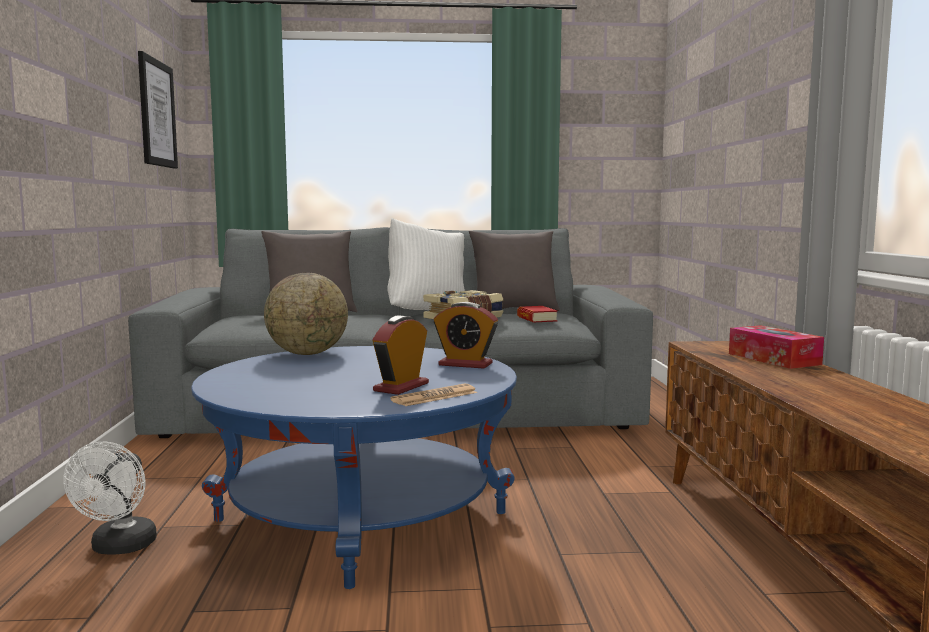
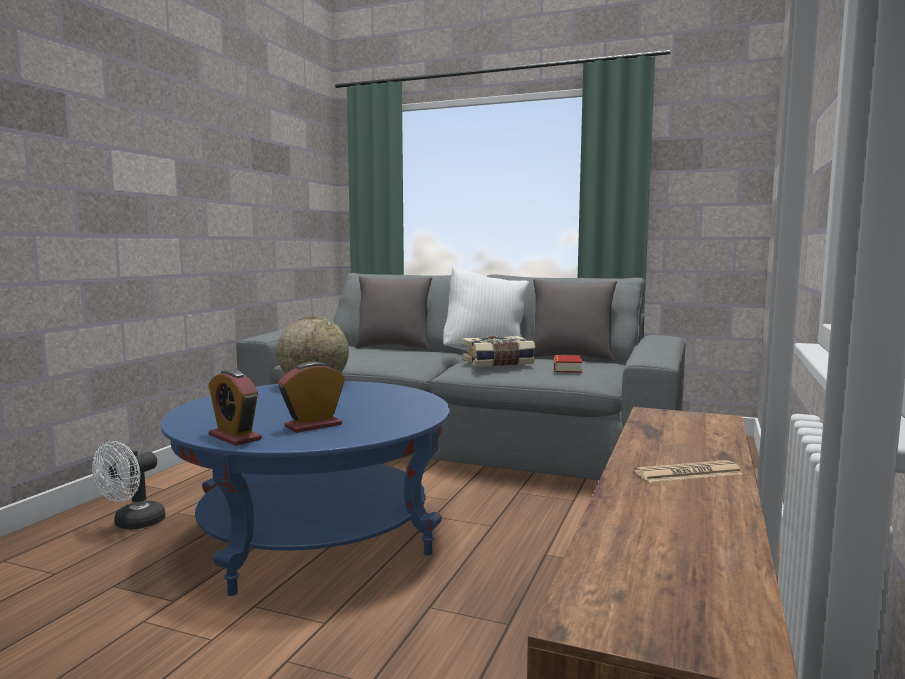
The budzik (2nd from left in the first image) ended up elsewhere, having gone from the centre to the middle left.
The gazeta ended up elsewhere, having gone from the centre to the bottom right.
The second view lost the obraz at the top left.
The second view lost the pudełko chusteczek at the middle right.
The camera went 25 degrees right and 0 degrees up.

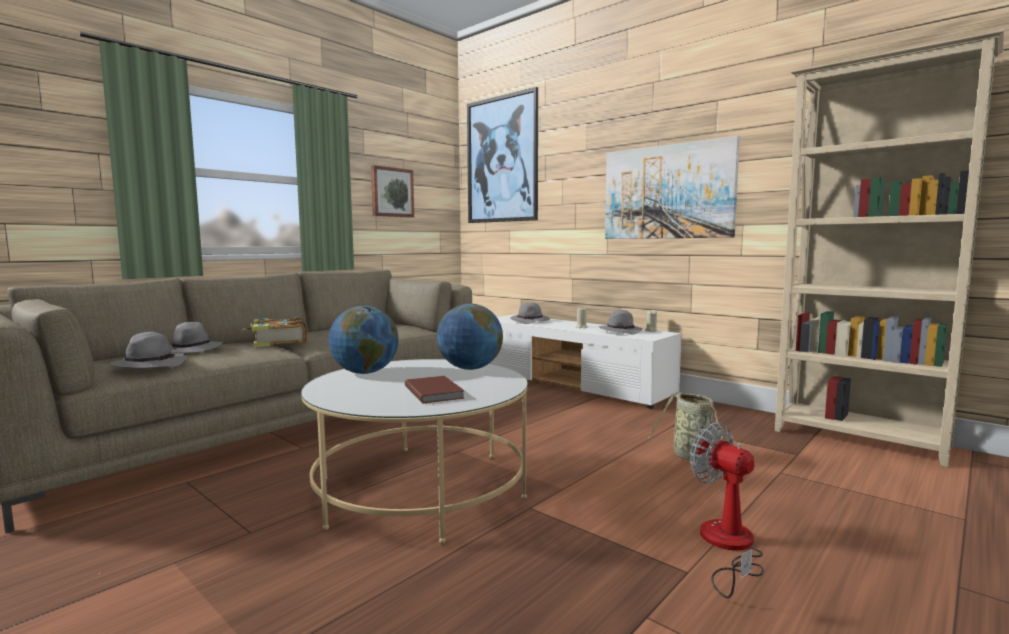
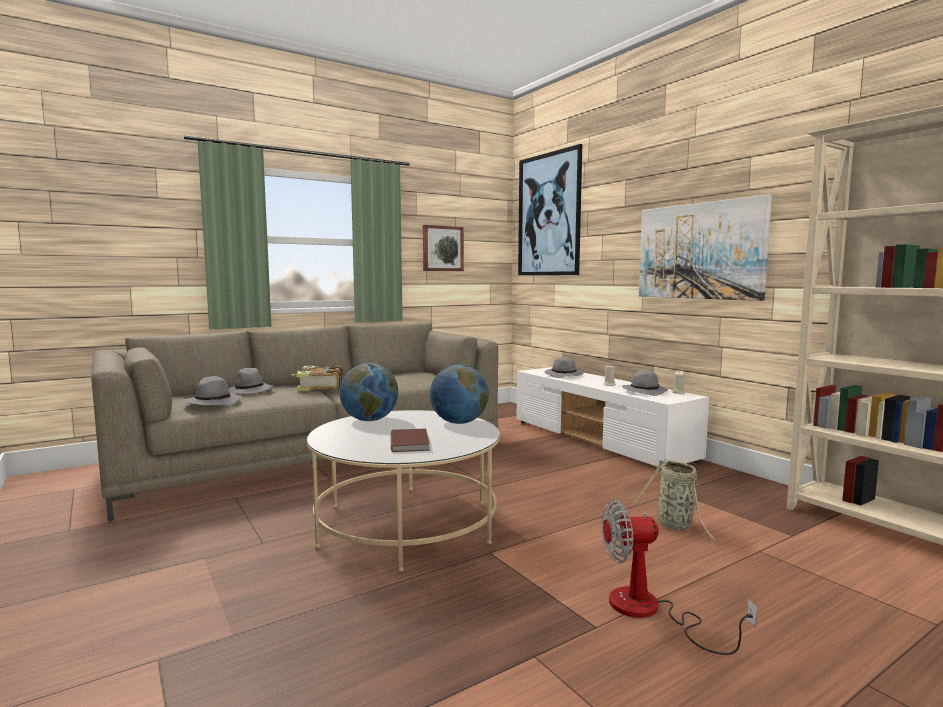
The wentylator at the bottom right ended up facing another way, 75 degrees counterclockwise from before.
The camera went 15 degrees right and 0 degrees up.

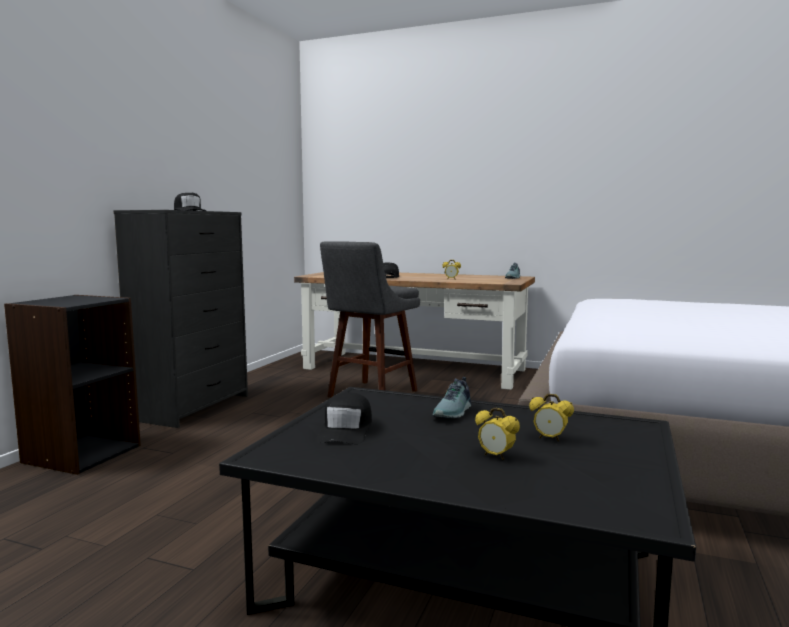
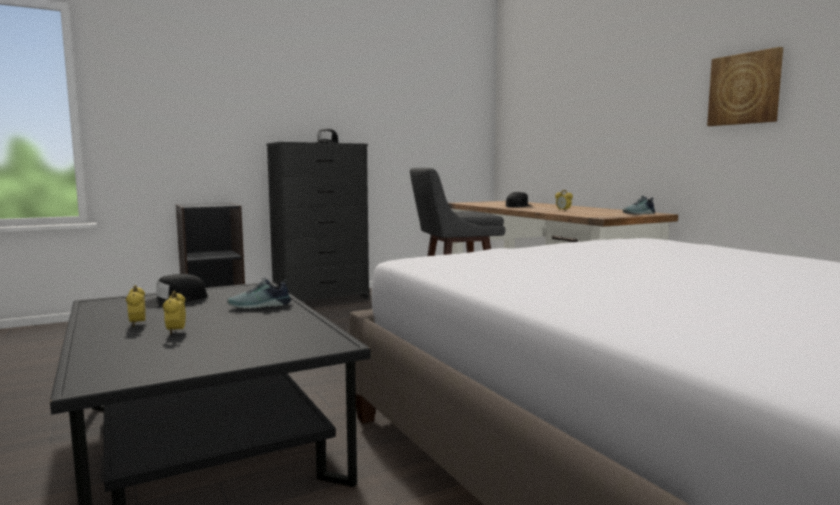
The budzik (3rd from left in the first image) ended up elsewhere, having gone from the middle right to the middle left.
The second view gained the obraz at the top right.
The camera went 40 degrees right and 0 degrees up.

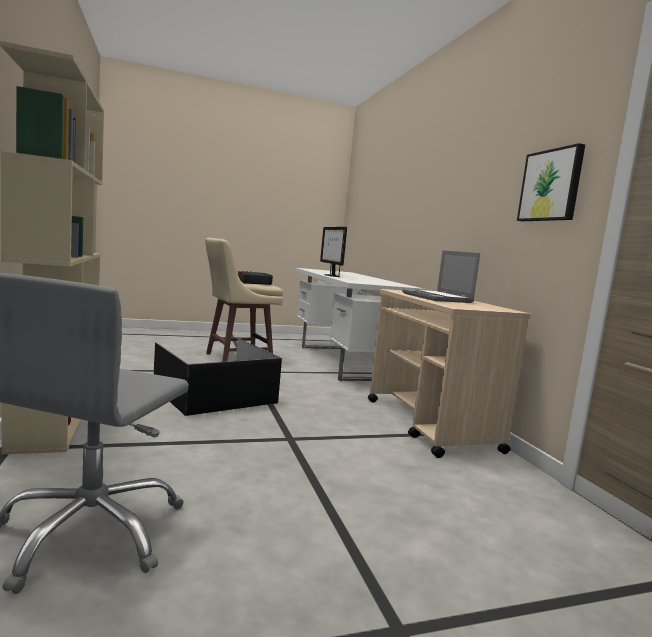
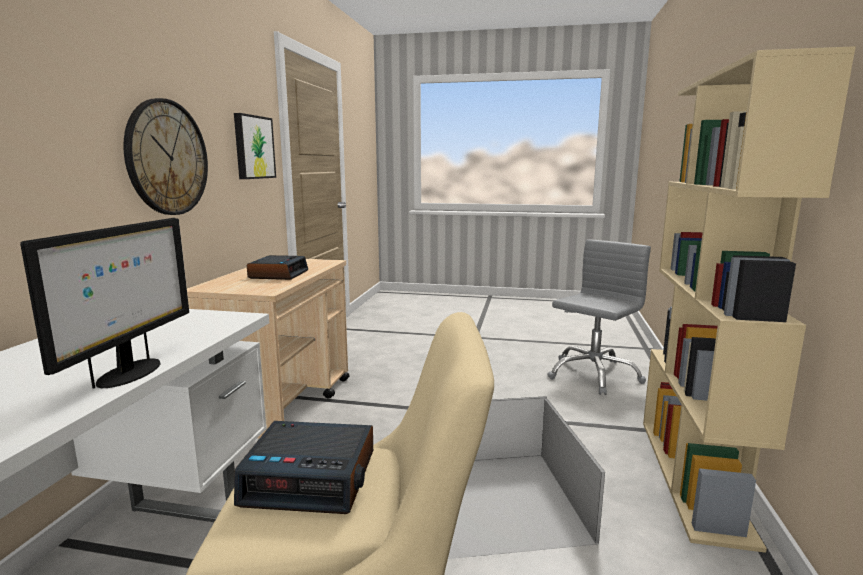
The second view gained the zegar ścienny at the top left.
Where the laptop stood at the middle right, the budzik (1st from left) came to stand at the middle left.
The camera went 150 degrees left and 5 degrees up.

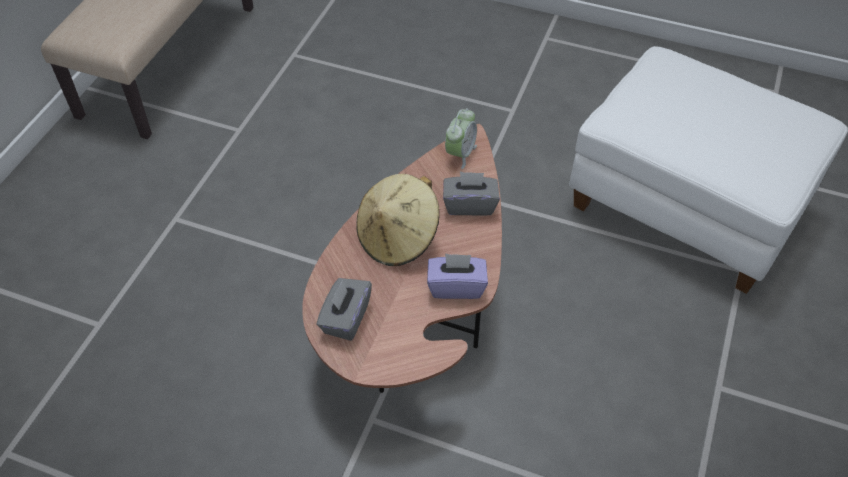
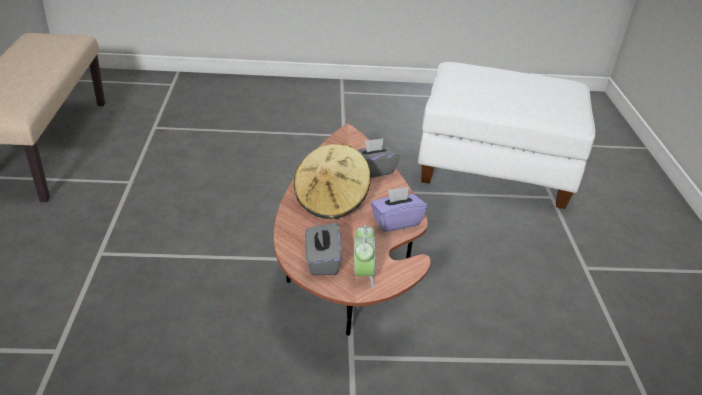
The budzik ended up elsewhere, having gone from the top centre to the centre.
The camera went 25 degrees left and 15 degrees down.

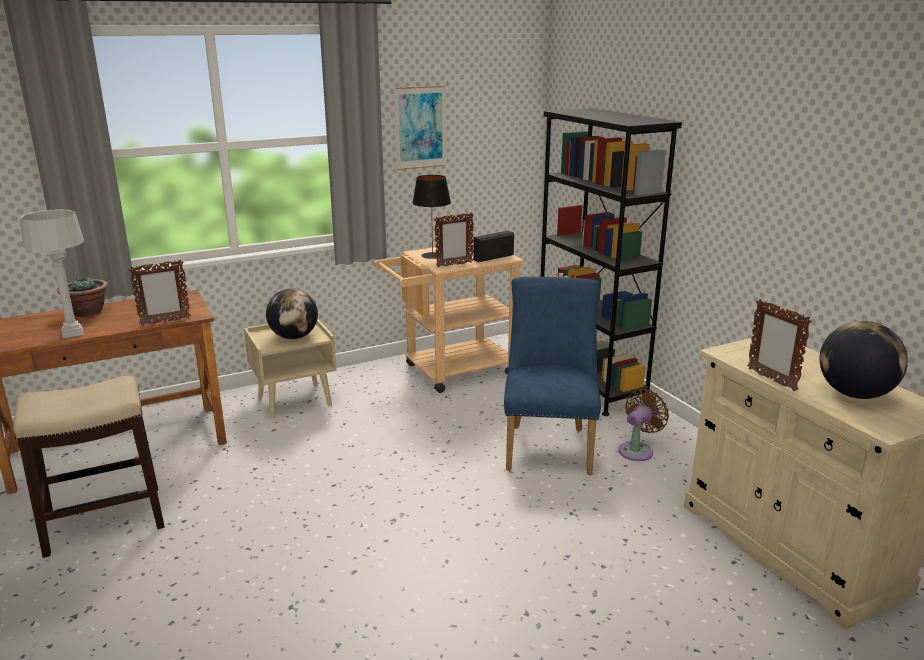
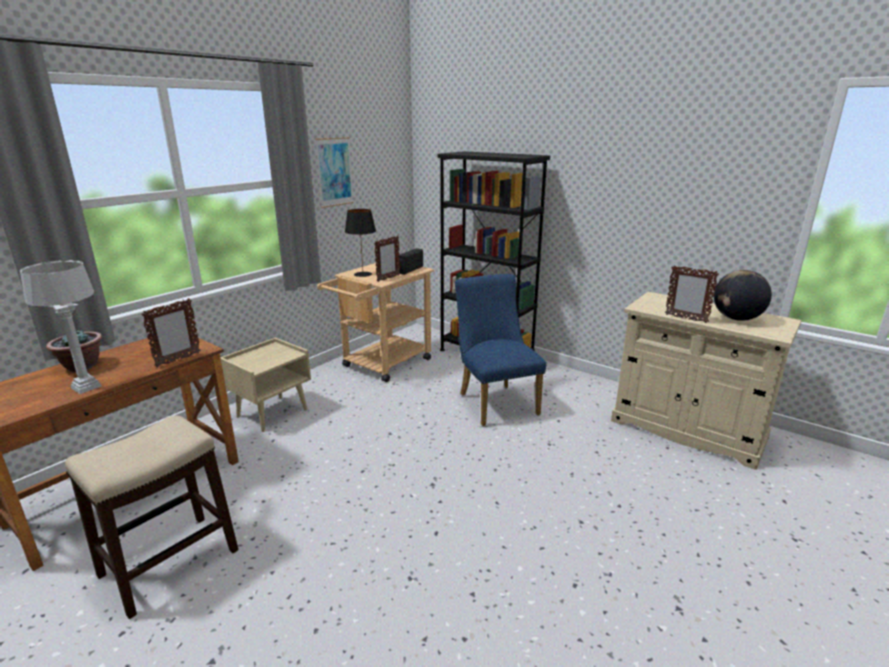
The second view lost the globus (1st from left) at the middle left.
The second view lost the wentylator [brązowy] at the middle right.
The camera went 25 degrees left and 0 degrees up.

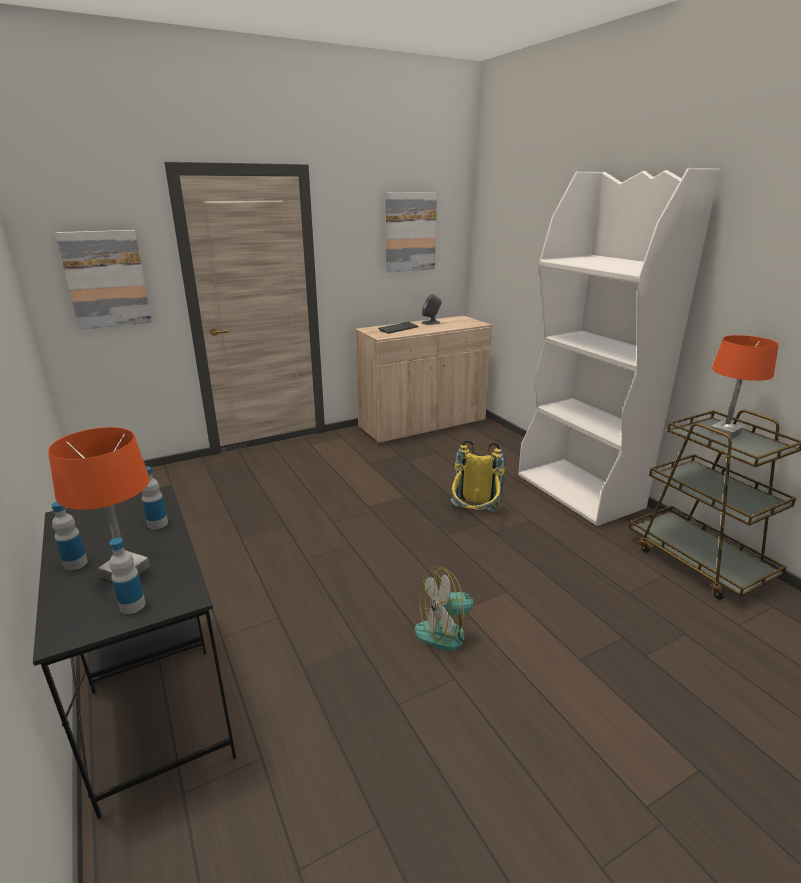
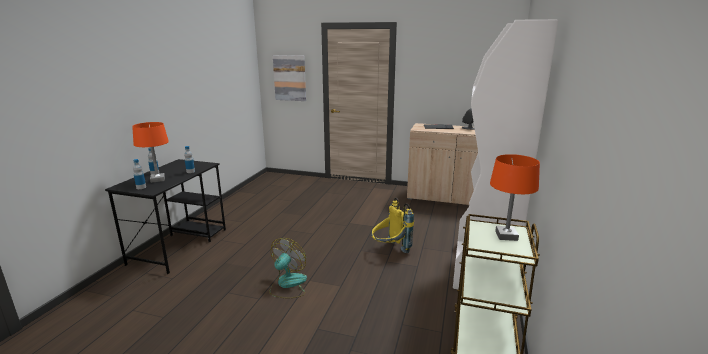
The wentylator at the bottom centre ended up facing another way, 90 degrees clockwise from before.
The second view lost the obraz (2nd from left) at the top centre.
The camera went 45 degrees right and 5 degrees down.

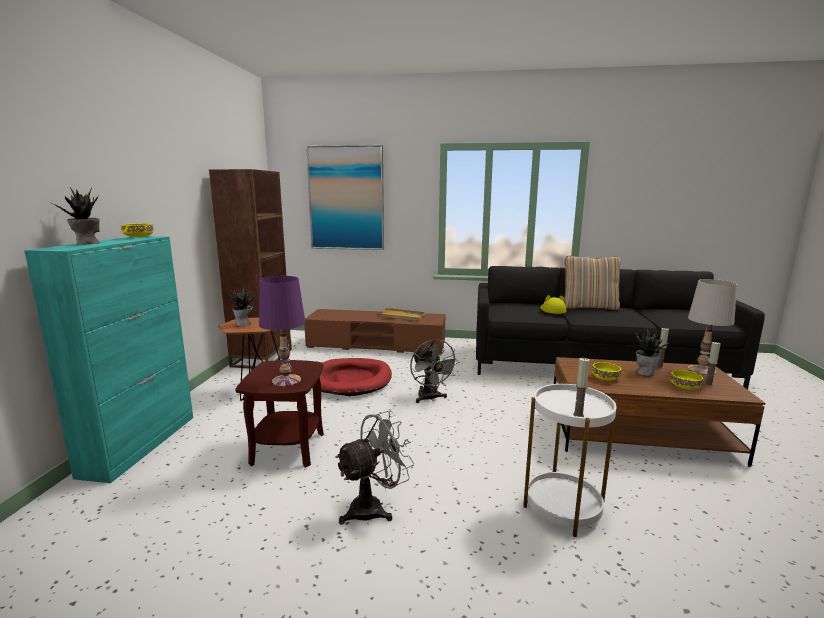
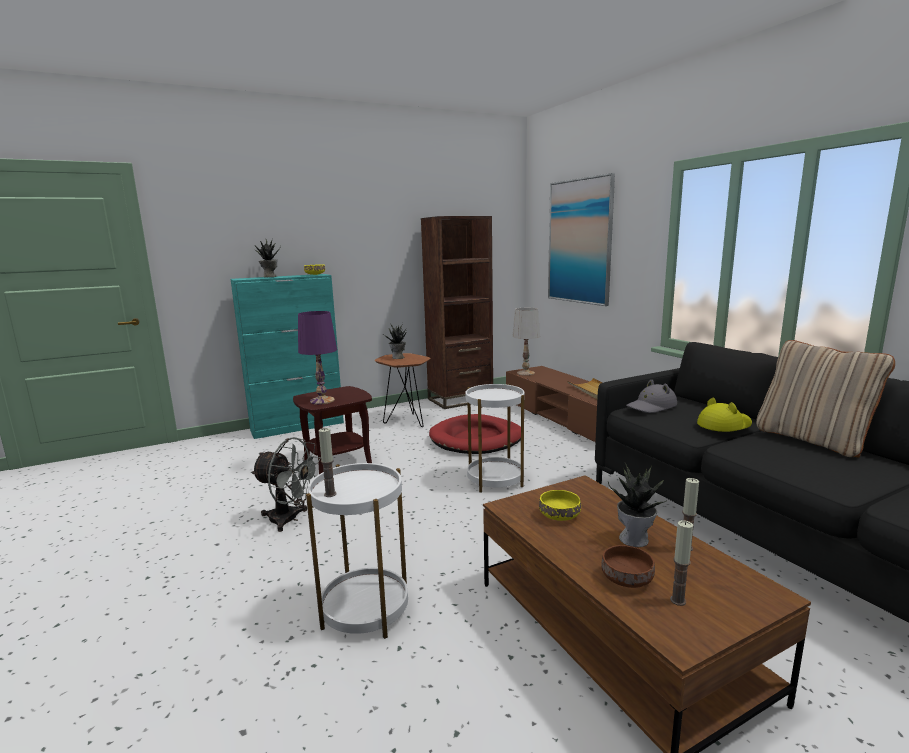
Where the wentylator [szary] (2nd from left) stood at the centre, the stolik [biały] (2nd from left) came to stand at the centre.
The lampa stołowa [biały] ended up elsewhere, having gone from the middle right to the centre.
What was the miska [żółty] (3rd from left) at the middle right turned into the miska [brązowy] at the bottom right.
The second view gained the kapelusz [szary] at the middle right.
The camera went 55 degrees right and 0 degrees up.

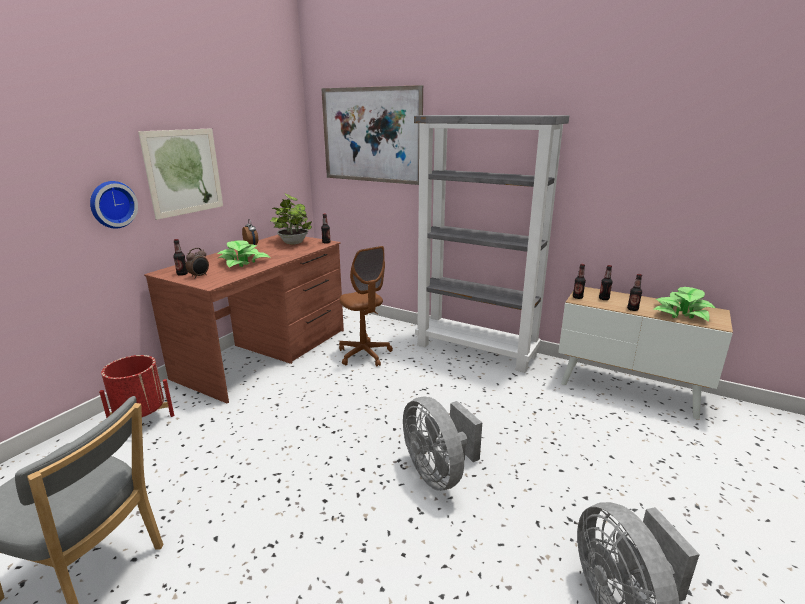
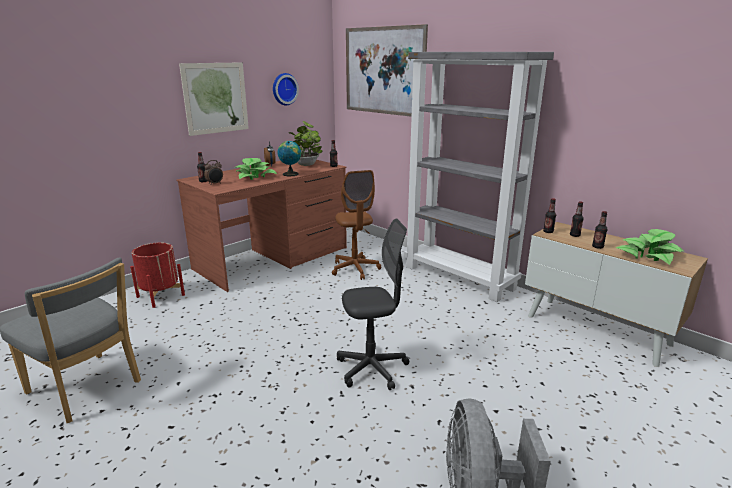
The zegar ścienny ended up elsewhere, having gone from the middle left to the top centre.
The second view gained the globus at the top centre.
Where the wentylator [szary] (1st from left) stood at the bottom centre, the krzesło biurowe [szary] came to stand at the centre.
The camera went 15 degrees right and 0 degrees up.

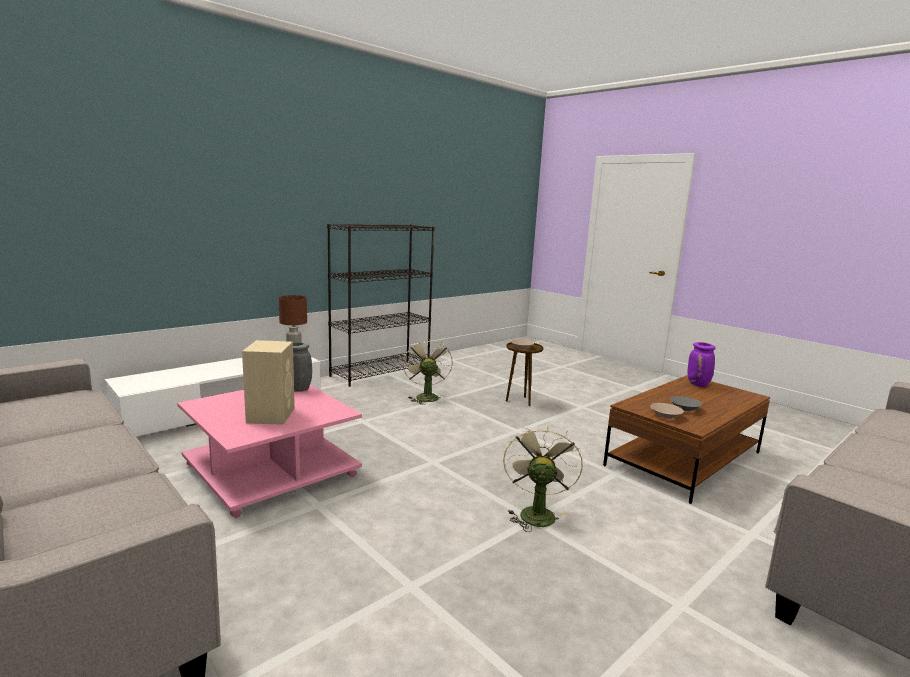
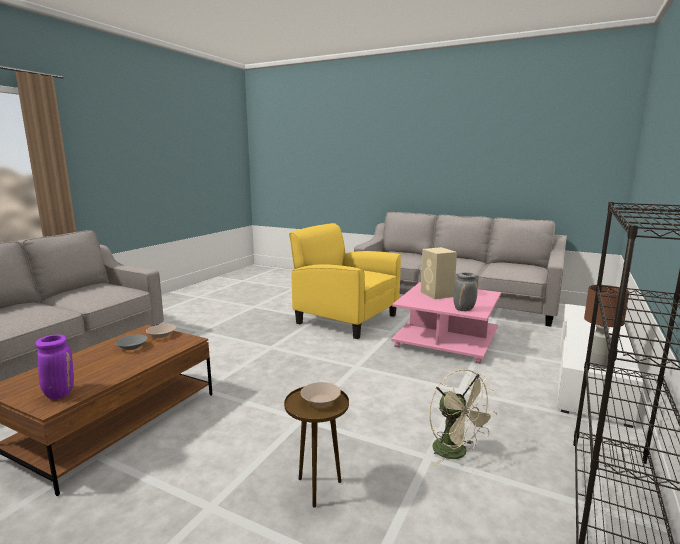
The second view gained the fotel [żółty] at the centre.
The second view lost the wentylator [beżowy] (2nd from left) at the bottom centre.
The camera went 160 degrees right and 0 degrees up.

